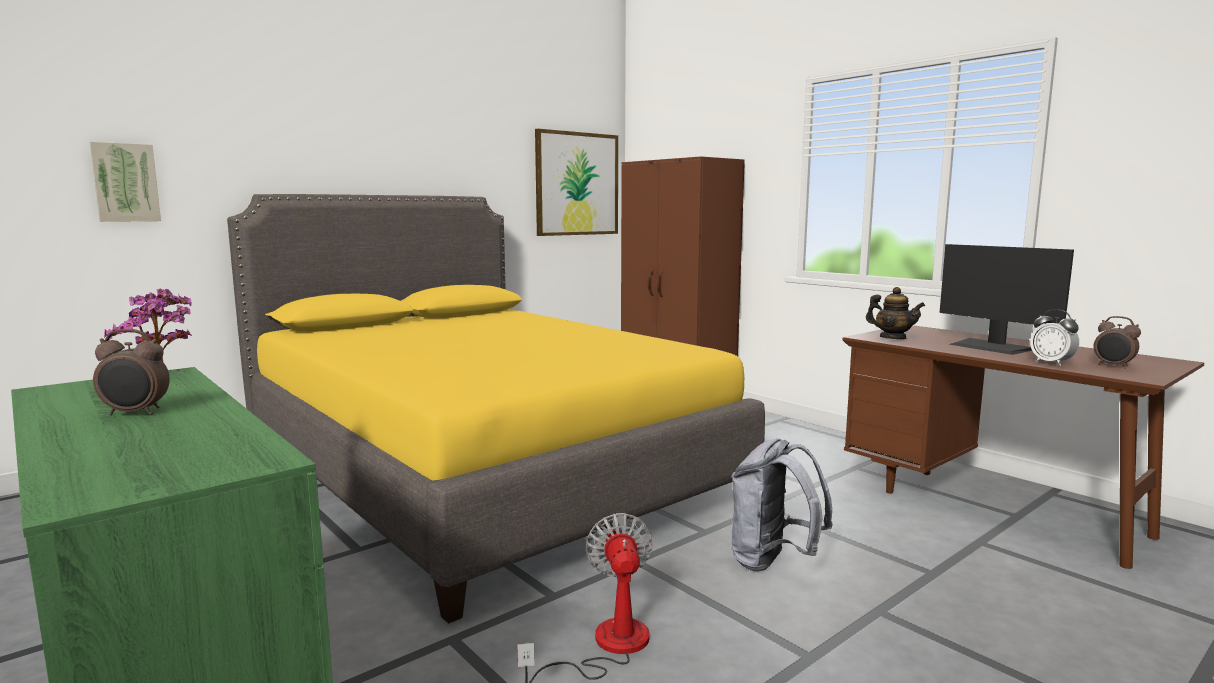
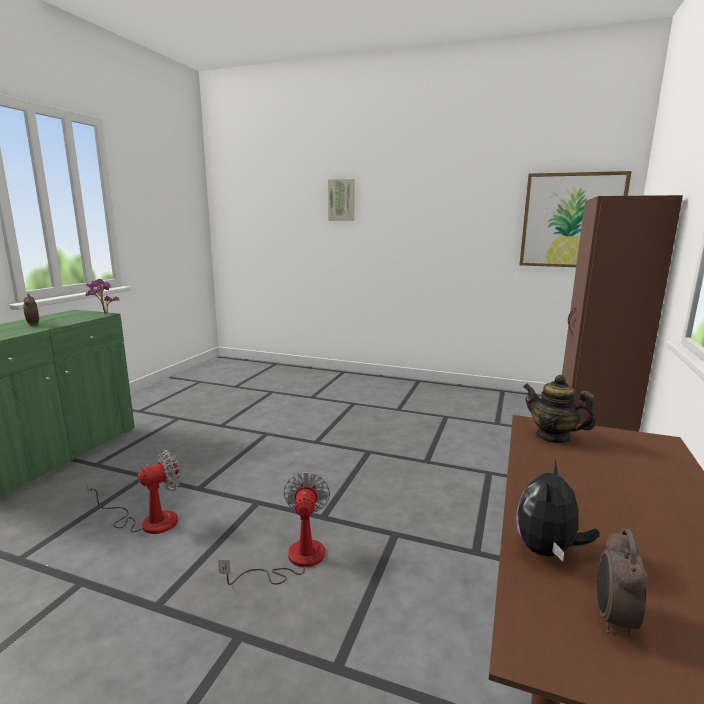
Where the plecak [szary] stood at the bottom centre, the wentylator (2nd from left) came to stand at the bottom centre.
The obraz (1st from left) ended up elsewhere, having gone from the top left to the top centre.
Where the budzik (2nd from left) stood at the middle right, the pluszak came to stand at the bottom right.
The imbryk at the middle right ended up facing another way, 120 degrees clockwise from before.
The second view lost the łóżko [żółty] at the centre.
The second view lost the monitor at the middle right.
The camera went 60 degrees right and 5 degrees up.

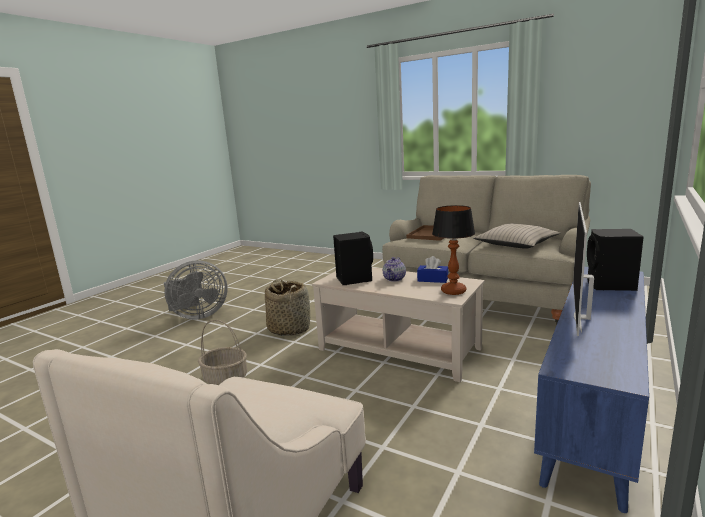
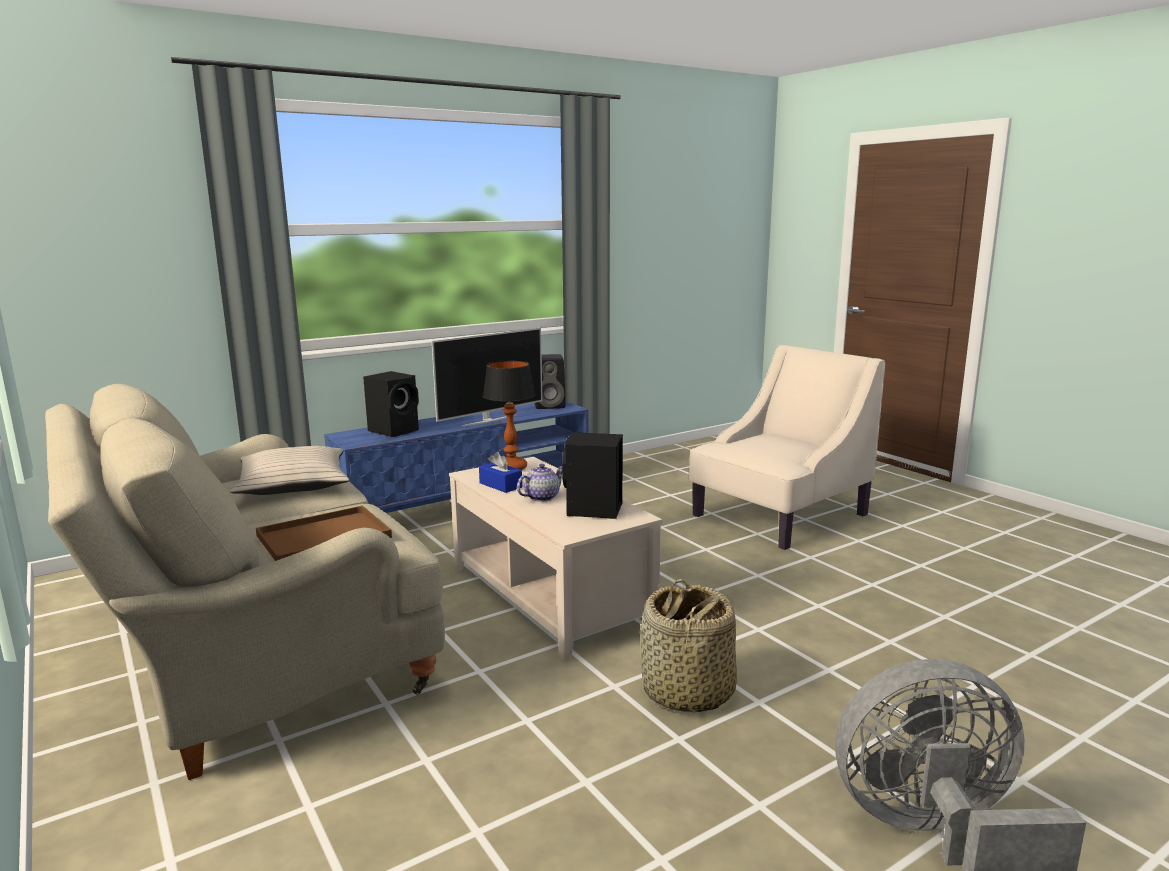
The second view gained the głośnik [czarny] (2nd from left) at the centre.
The second view lost the koszyk (1st from left) at the bottom left.
The camera went 155 degrees left and 0 degrees up.

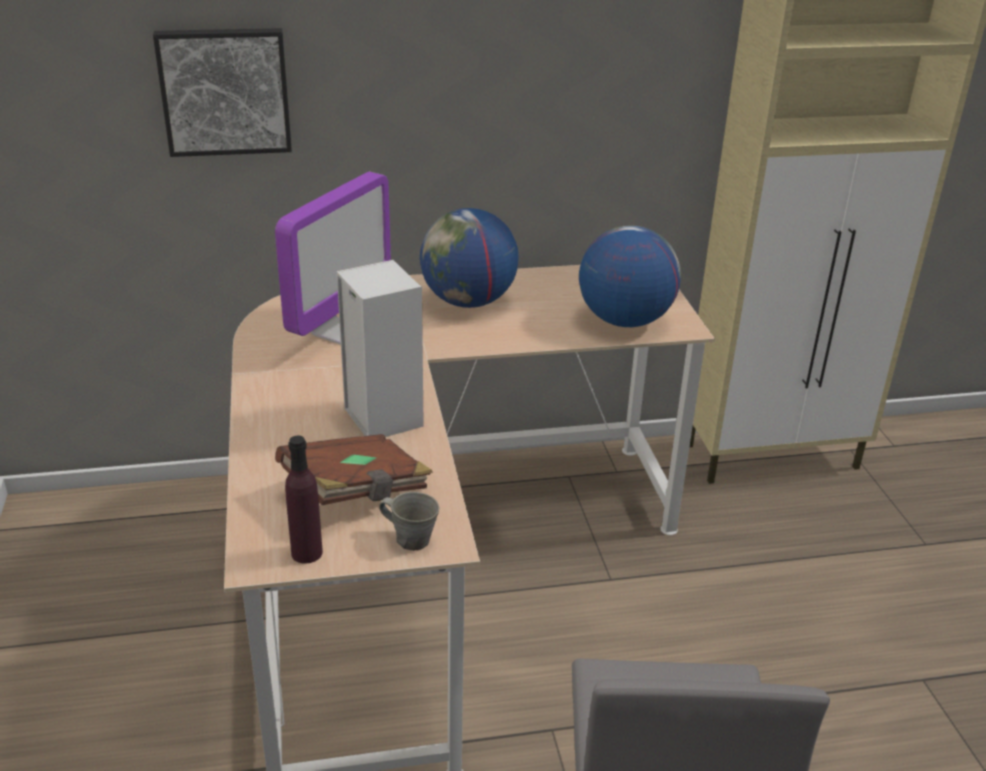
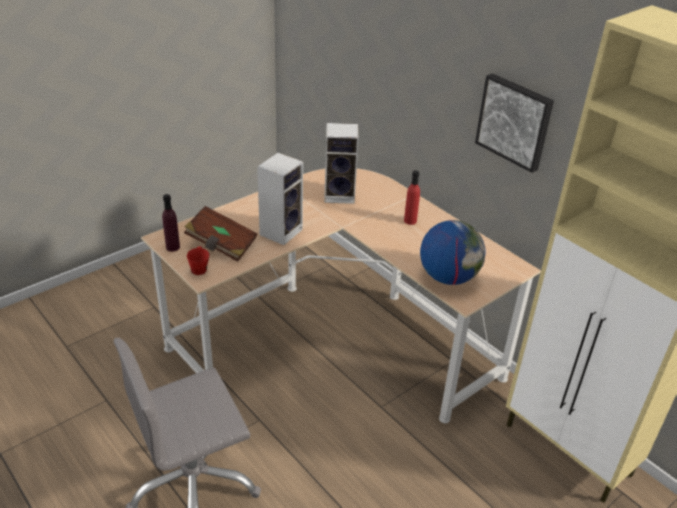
What was the kubek [szary] at the bottom centre turned into the kubek [czerwony] at the middle left.
Where the monitor stood at the centre, the głośnik (2nd from left) came to stand at the top centre.
Where the globus (1st from left) stood at the centre, the butelka [czerwony] came to stand at the centre.
The obraz ended up elsewhere, having gone from the top left to the top right.
The camera went 60 degrees right and 5 degrees up.

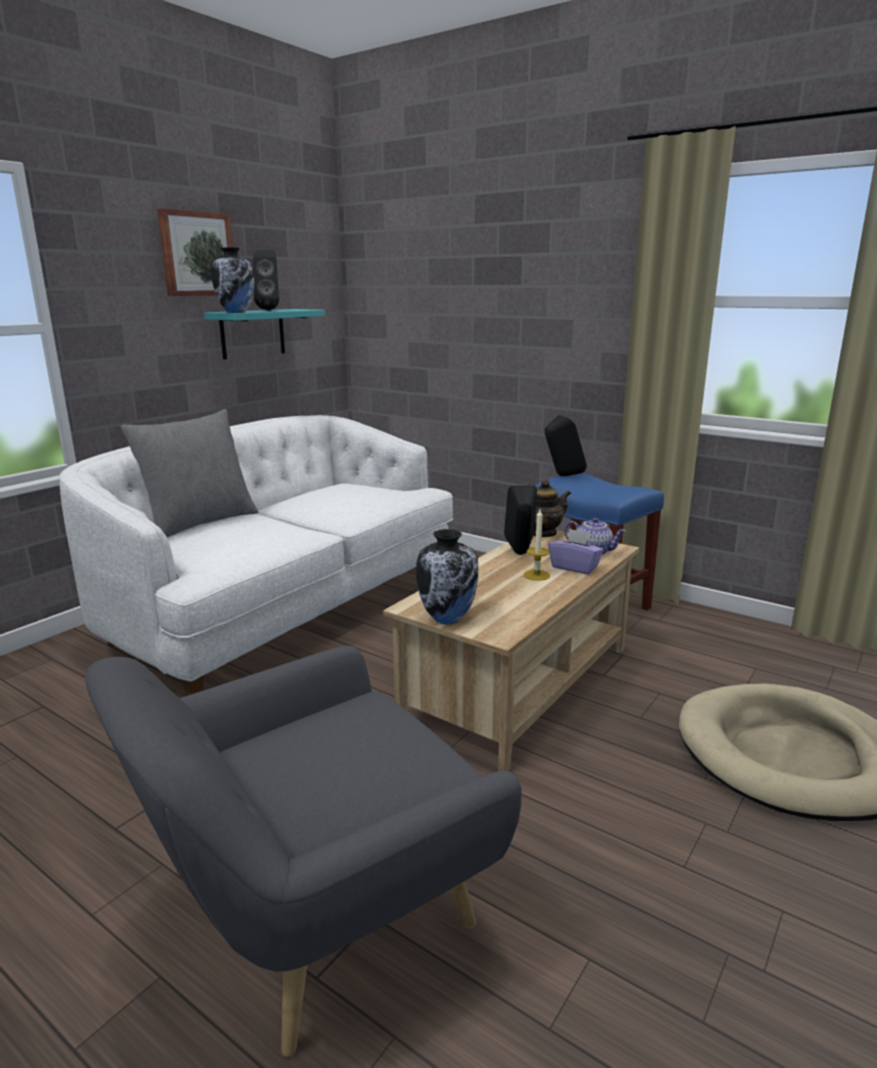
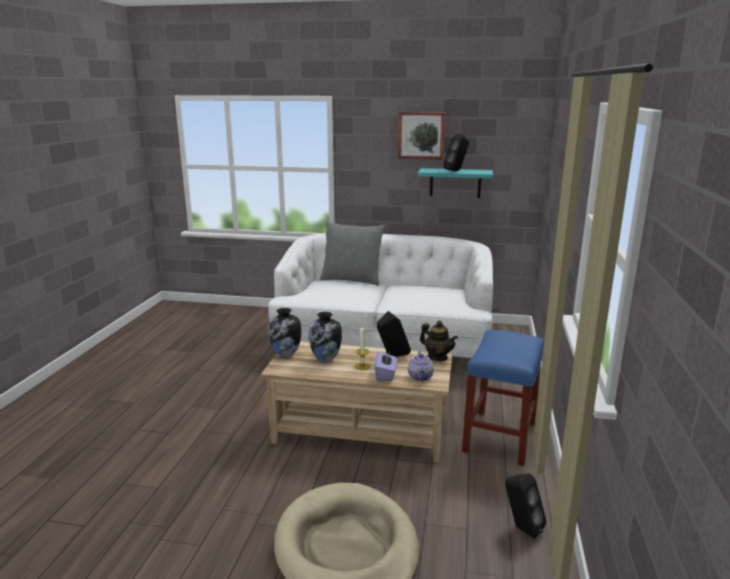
The wazon (1st from left in the first image) ended up elsewhere, having gone from the top left to the centre.
The głośnik [czarny] (3rd from left) ended up elsewhere, having gone from the centre to the bottom right.
The second view lost the fotel [szary] at the bottom centre.
The camera went 65 degrees right and 0 degrees up.

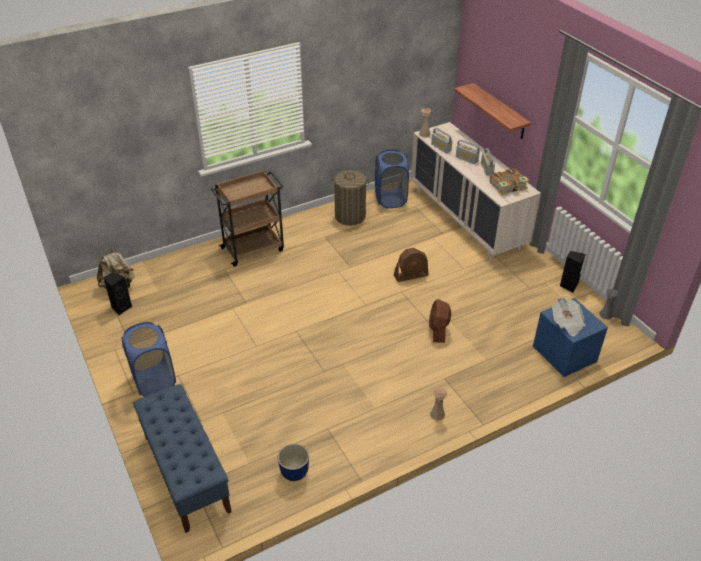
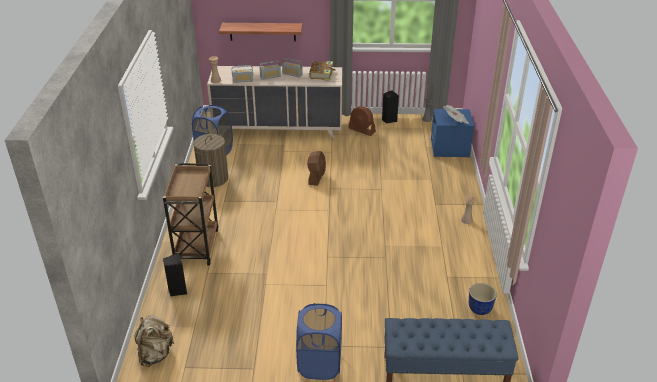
The głośnik [czarny] (1st from left) ended up elsewhere, having gone from the middle left to the bottom left.
The wentylator [brązowy] (2nd from left) ended up elsewhere, having gone from the centre to the top centre.
The camera went 60 degrees left and 5 degrees down.

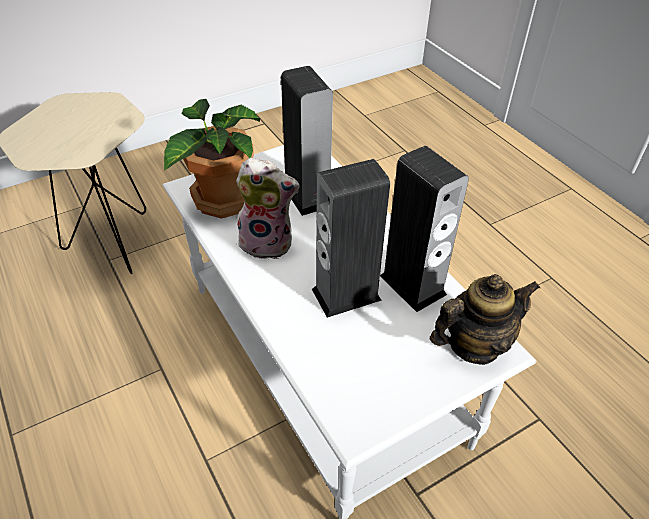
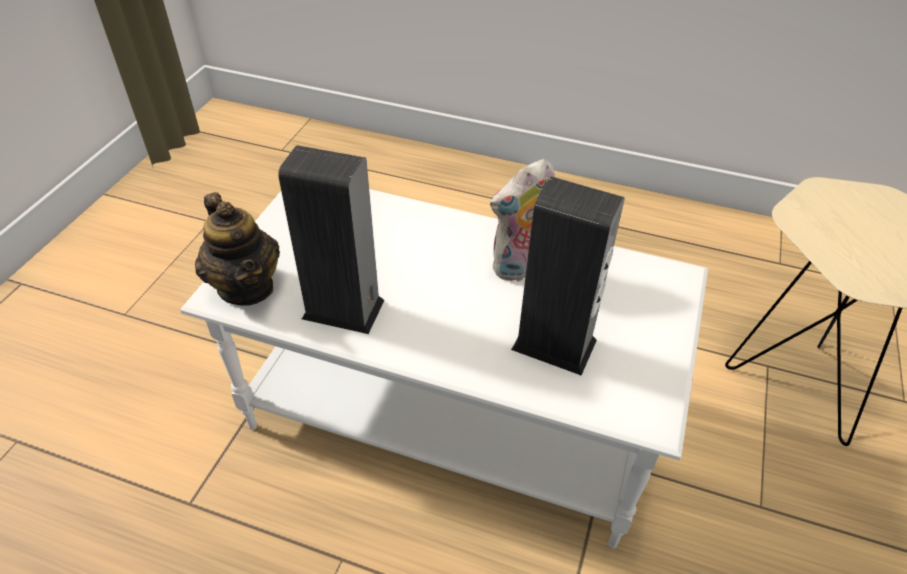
The imbryk at the middle right ended up facing another way, 60 degrees counterclockwise from before.
The second view lost the roślina doniczkowa at the top left.
The second view lost the głośnik (2nd from left) at the centre.
The camera went 140 degrees right and 0 degrees up.

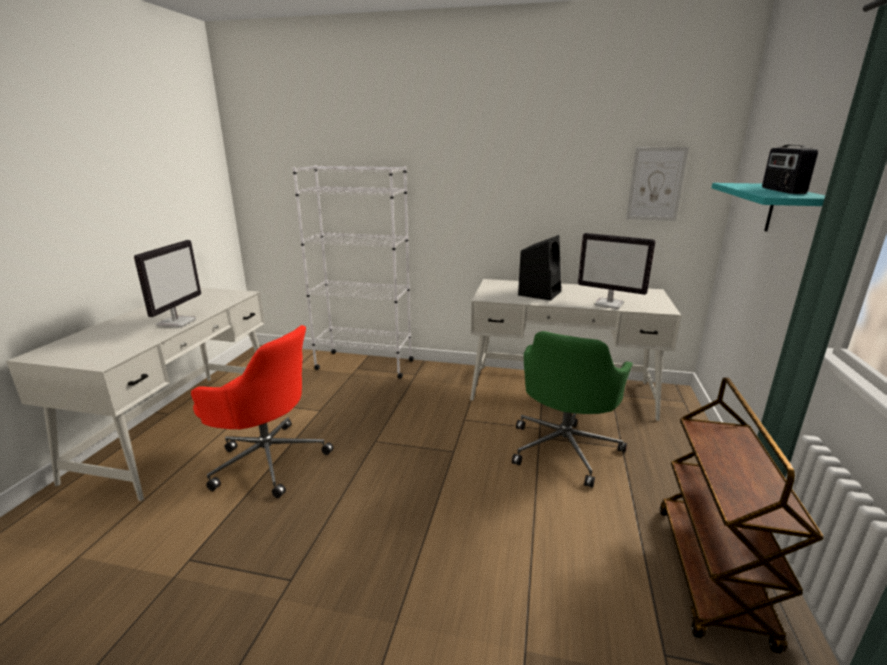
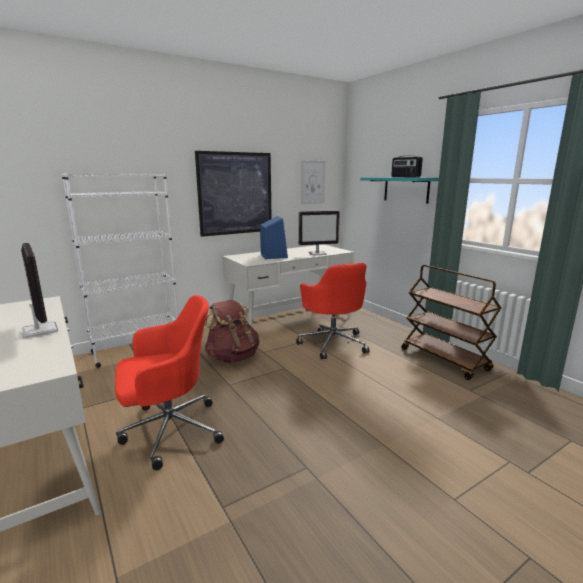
The second view gained the obraz (1st from left) at the top centre.
The second view gained the plecak [brązowy] at the centre.
What was the głośnik [czarny] at the centre turned into the głośnik [niebieski] at the centre.
What was the krzesło biurowe [zielony] at the centre turned into the krzesło biurowe [czerwony] (2nd from left) at the centre.
The camera went 45 degrees left and 5 degrees down.

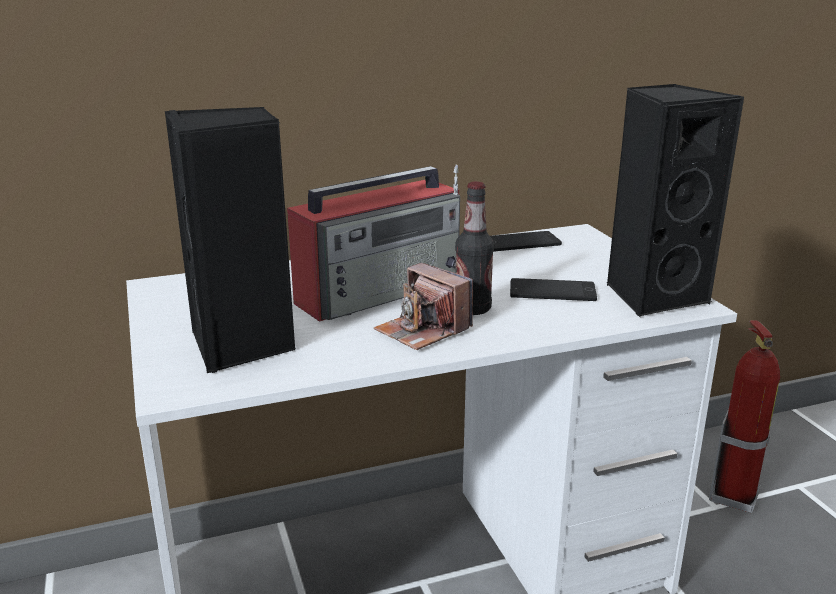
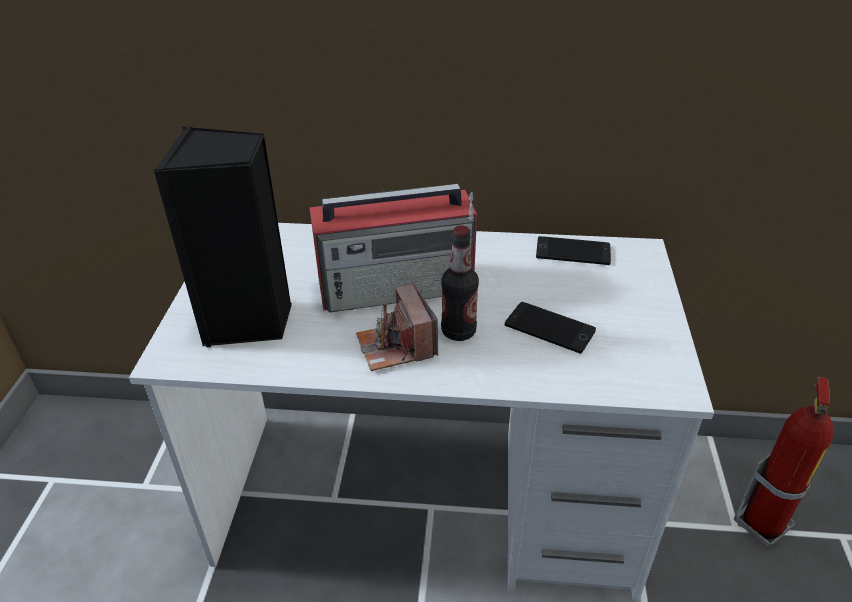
The second view lost the głośnik [czarny] (2nd from left) at the middle right.
The camera went 25 degrees right and 15 degrees up.

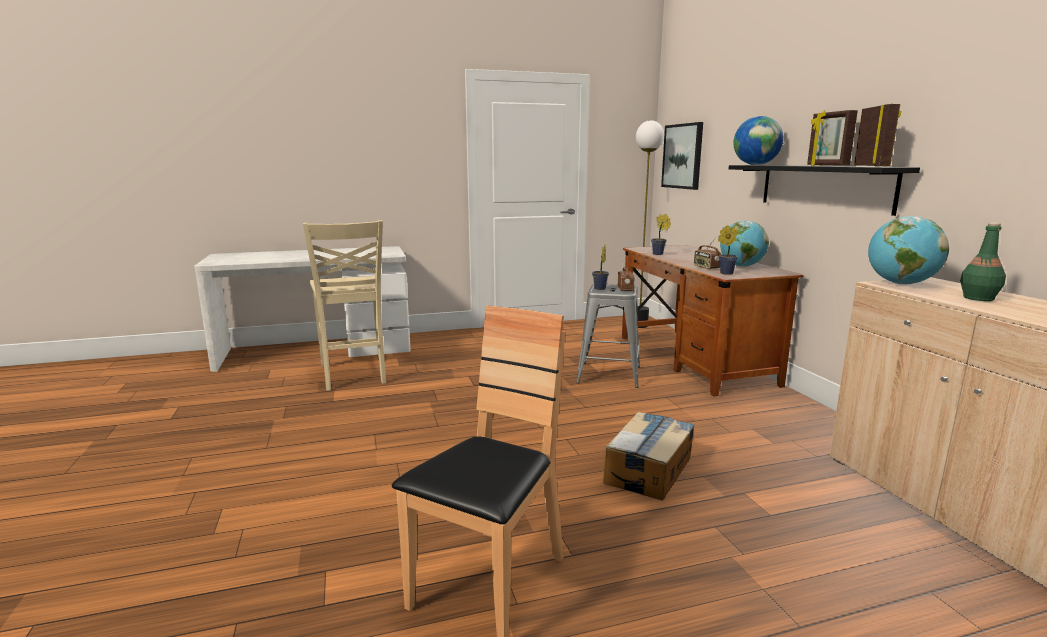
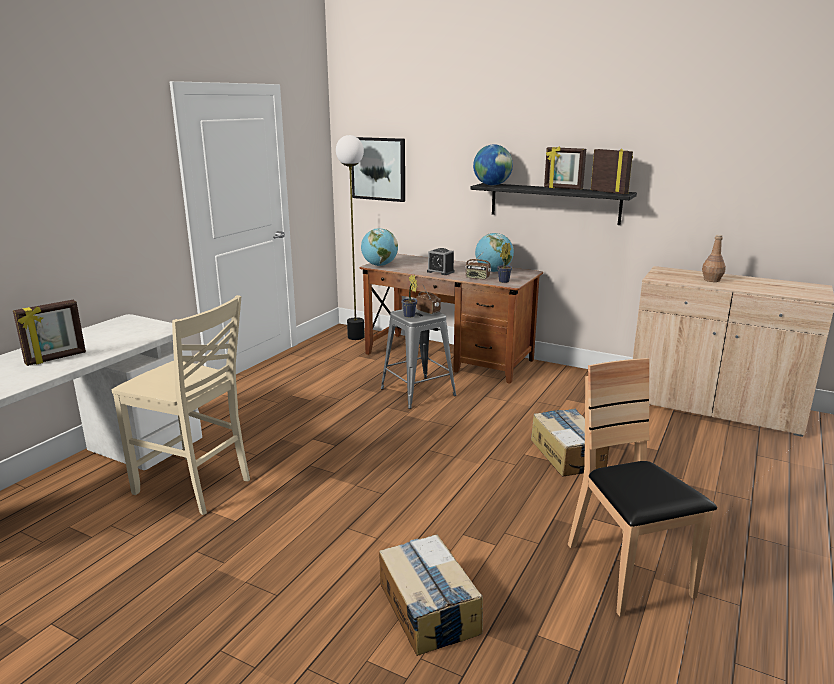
The second view gained the ramka na zdjęcie (1st from left) at the middle left.
The globus (3rd from left in the first image) ended up elsewhere, having gone from the middle right to the centre.
The second view gained the karton (1st from left) at the bottom centre.
The second view gained the budzik at the centre.
What was the butelka [zielony] at the middle right turned into the butelka [brązowy] at the middle right.
The second view lost the roślina doniczkowa (2nd from left) at the centre.
The camera went 45 degrees left and 5 degrees up.

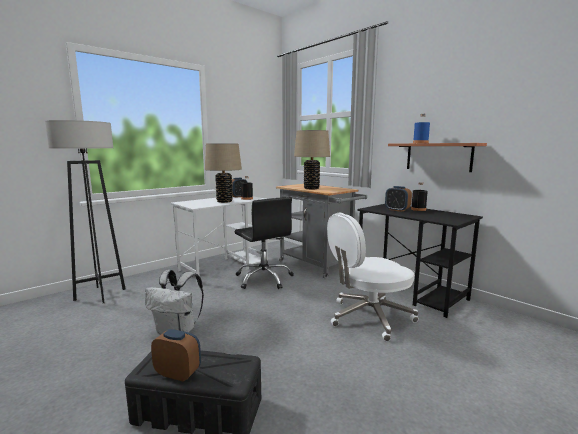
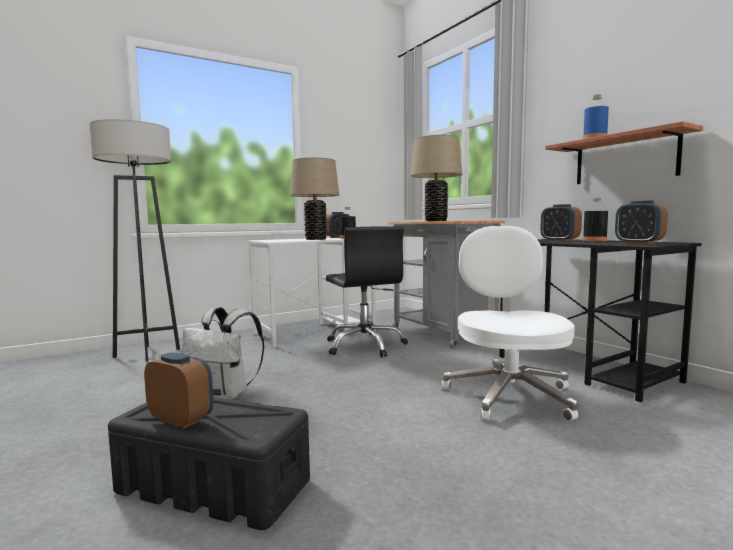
The krzesło biurowe [biały] at the centre ended up facing another way, 105 degrees clockwise from before.
The second view gained the budzik (4th from left) at the middle right.
The camera went 10 degrees right and 5 degrees down.

